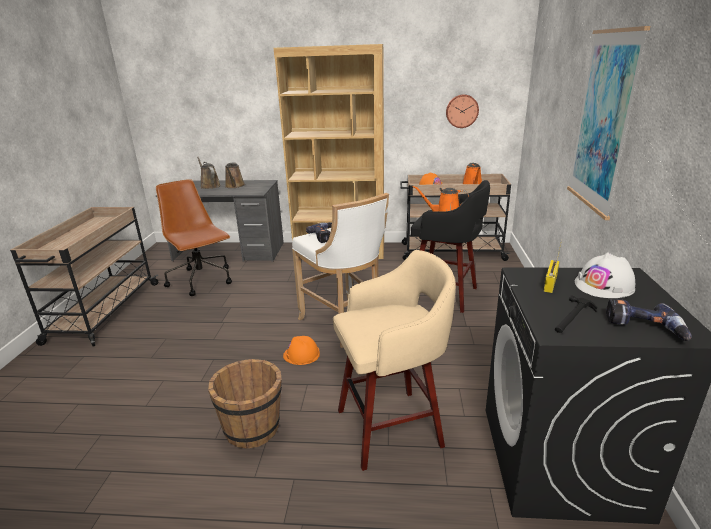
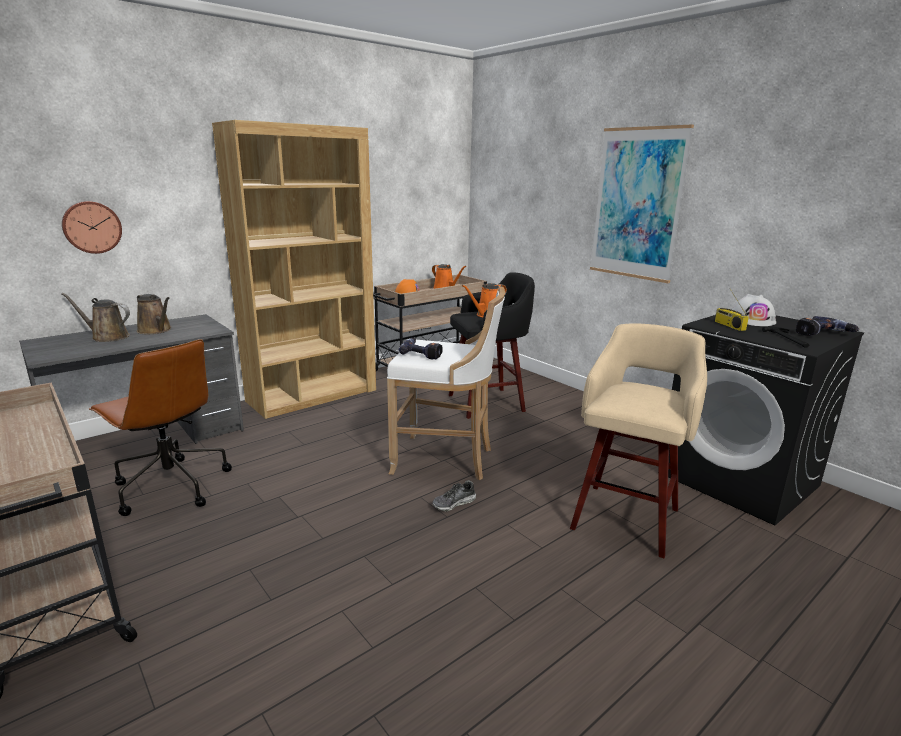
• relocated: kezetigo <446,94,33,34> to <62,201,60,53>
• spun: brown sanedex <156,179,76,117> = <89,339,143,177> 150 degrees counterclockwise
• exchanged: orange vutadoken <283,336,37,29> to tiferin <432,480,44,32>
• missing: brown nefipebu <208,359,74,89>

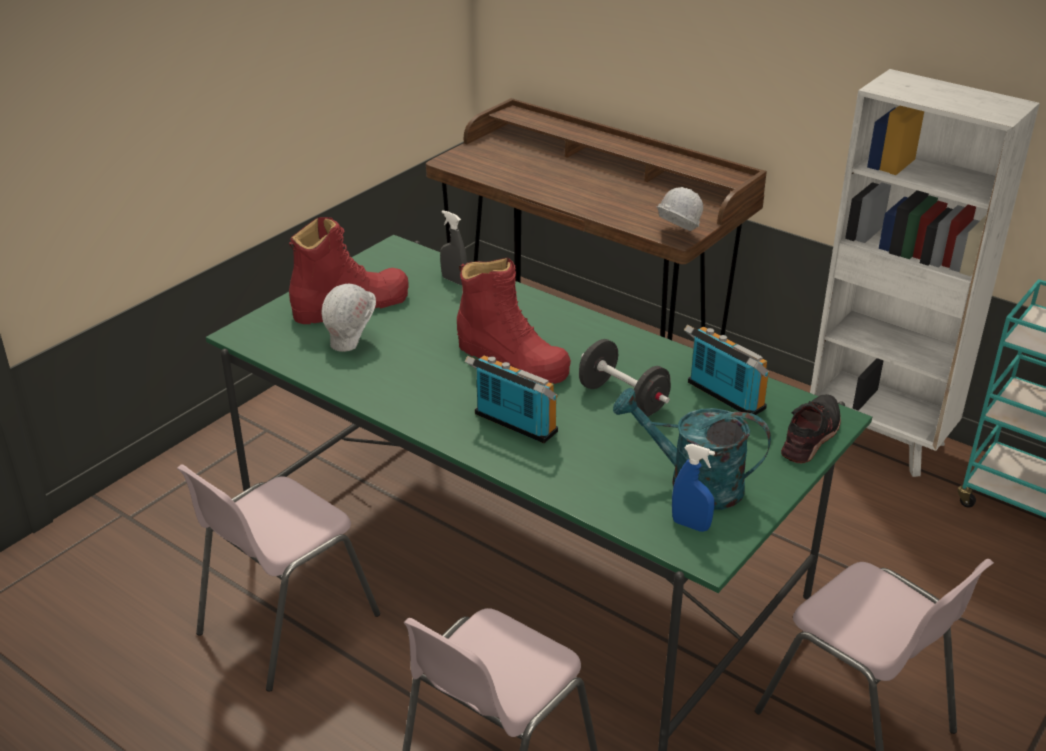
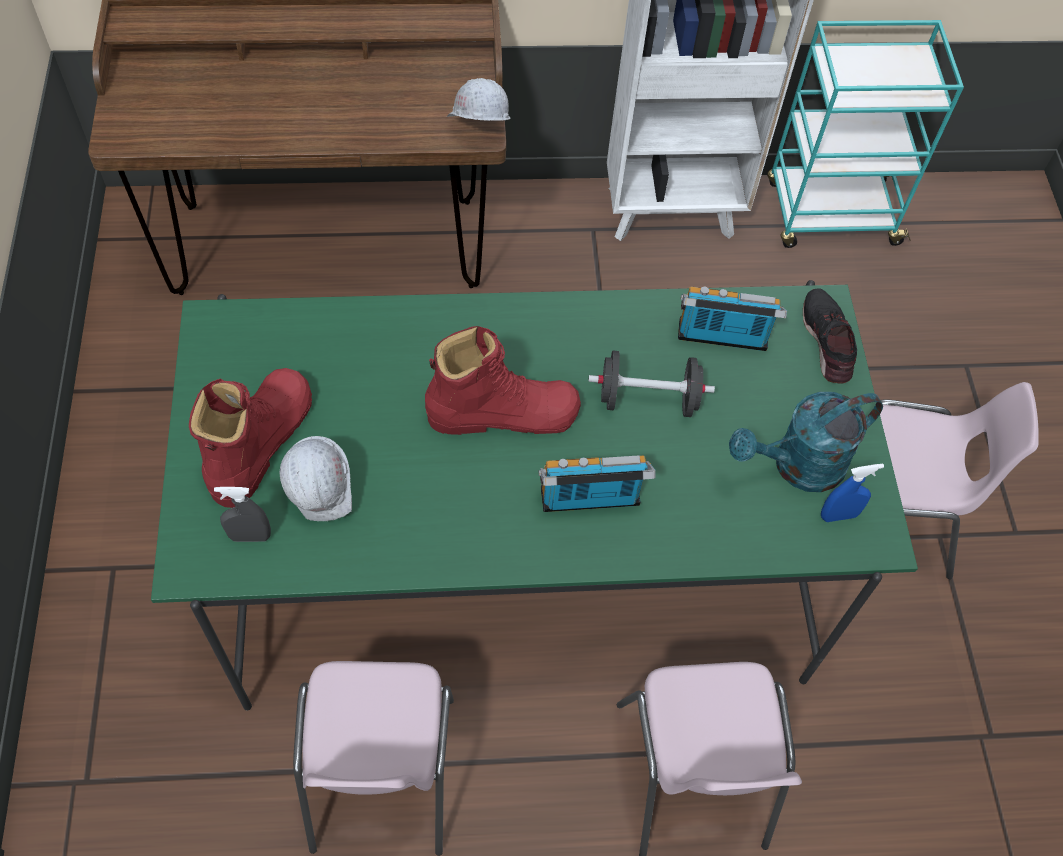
• relocated: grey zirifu <440,210,27,75> to <214,487,57,55>

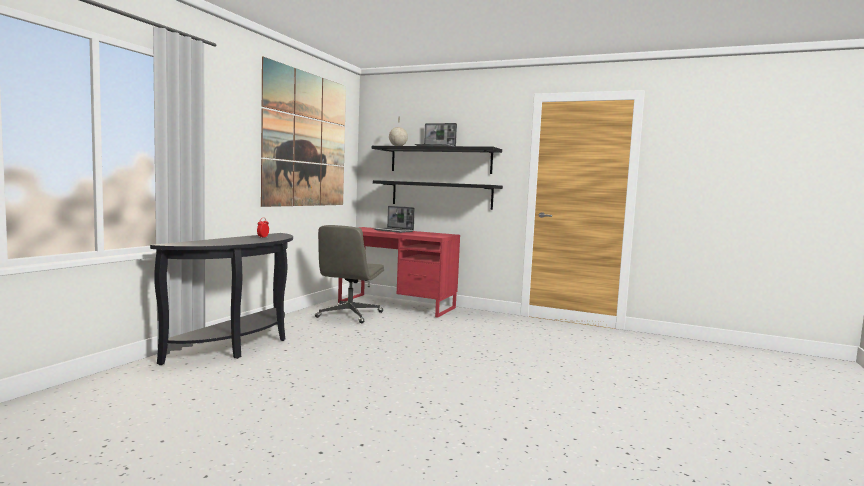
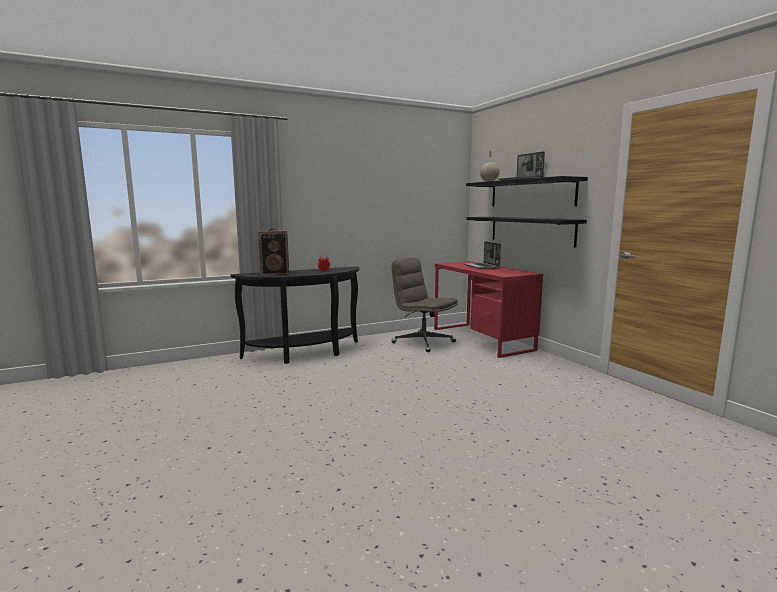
• appeared: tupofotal <258,228,31,48>
• spun: grey sanedex <315,225,69,98> = <391,258,67,94> 75 degrees clockwise
• missing: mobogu <261,57,85,150>

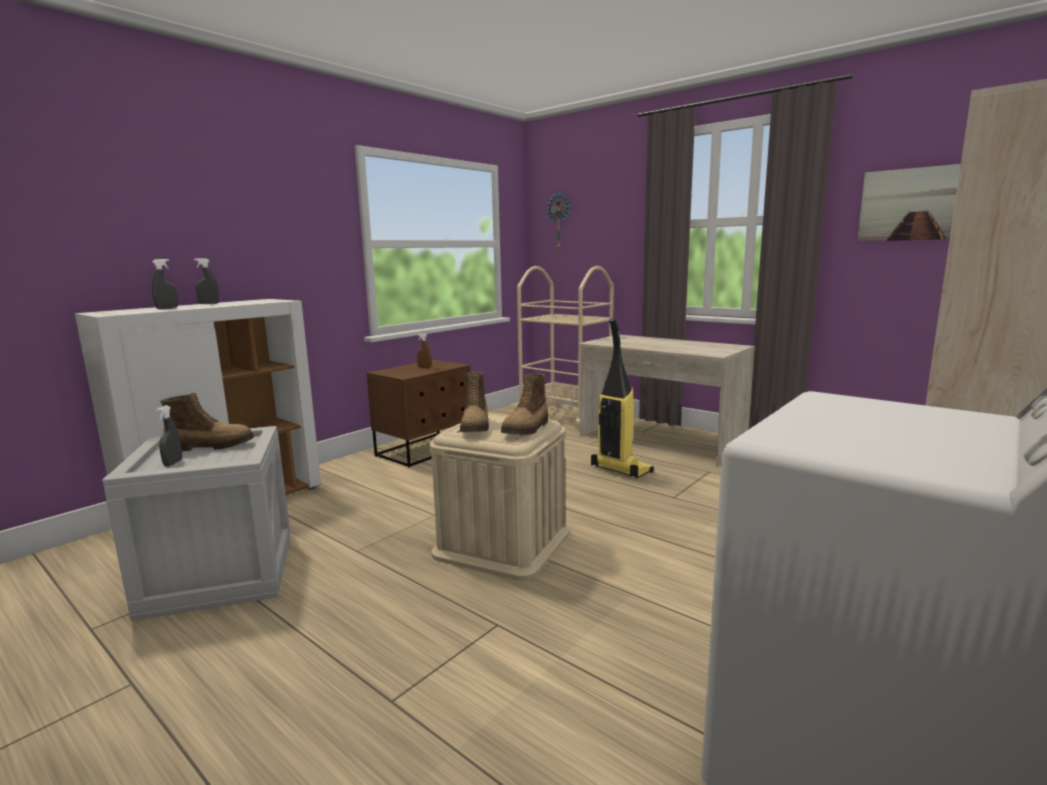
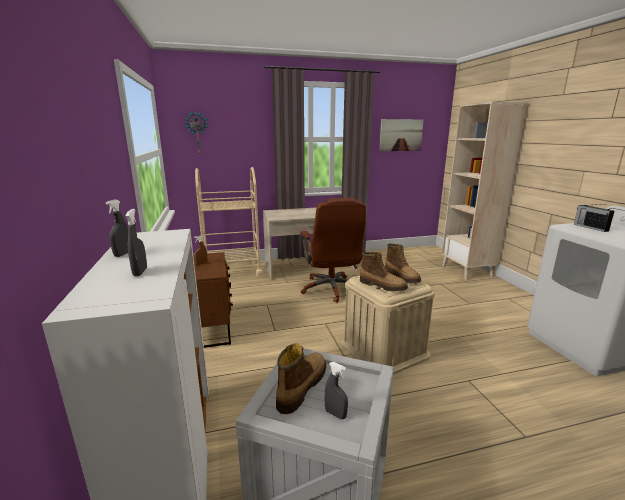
• exchanged: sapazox <591,318,63,160> to brown sanedex <300,198,66,105>
• appeared: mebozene <574,204,40,28>

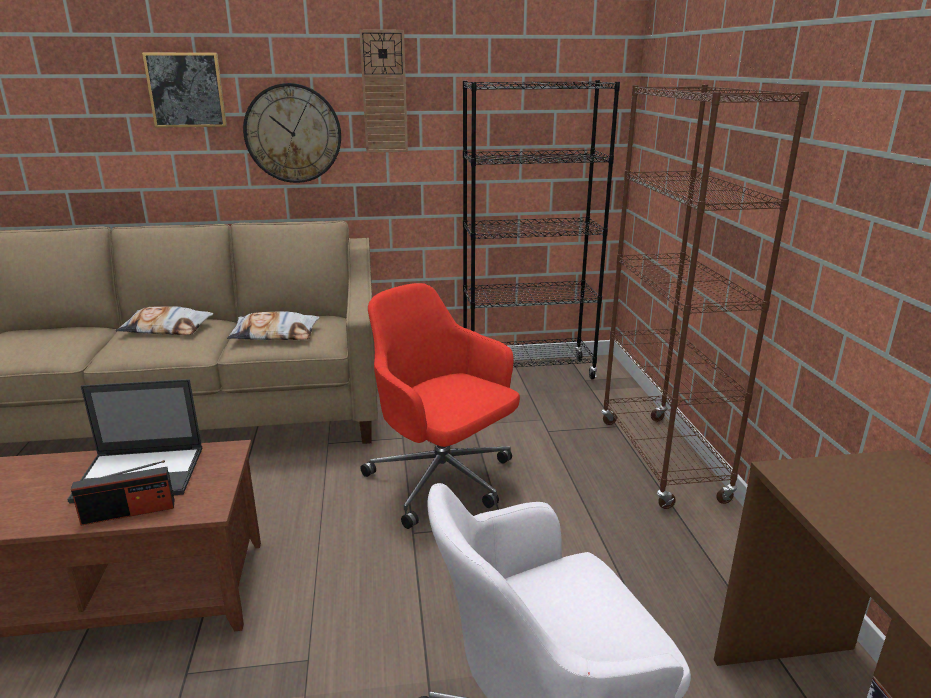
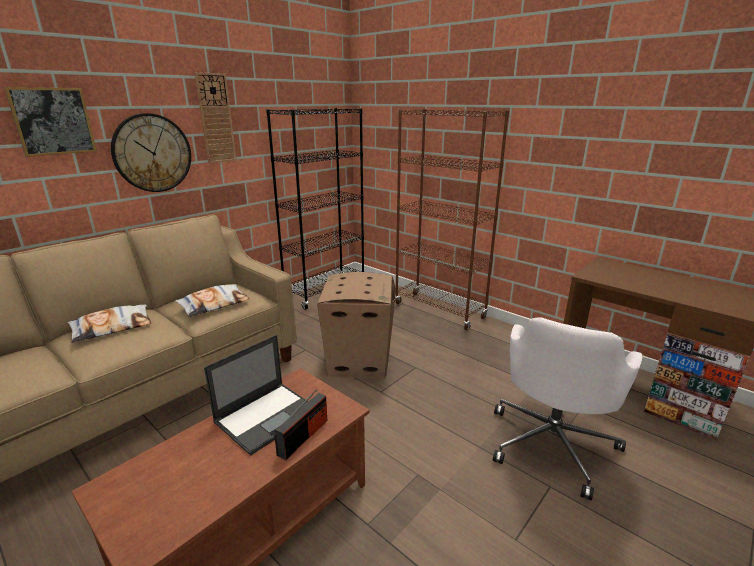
• exchanged: red sanedex <361,283,159,246> to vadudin <317,272,79,106>

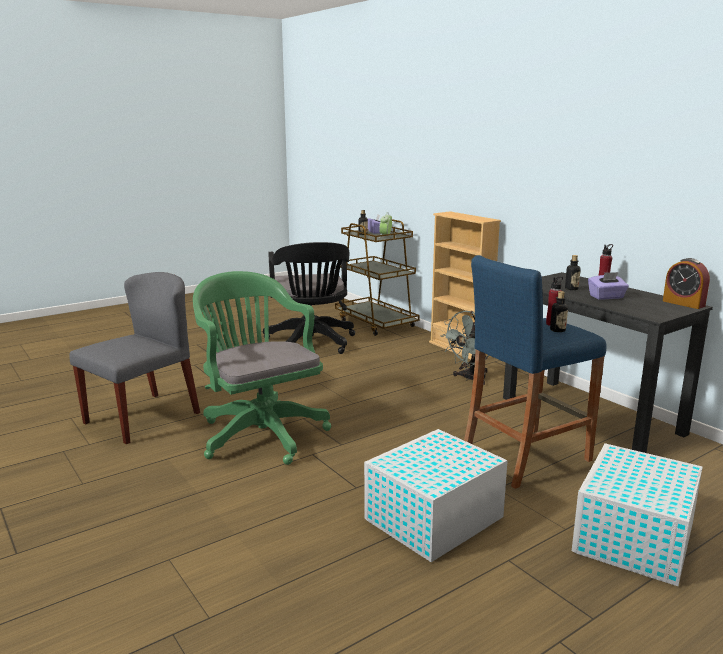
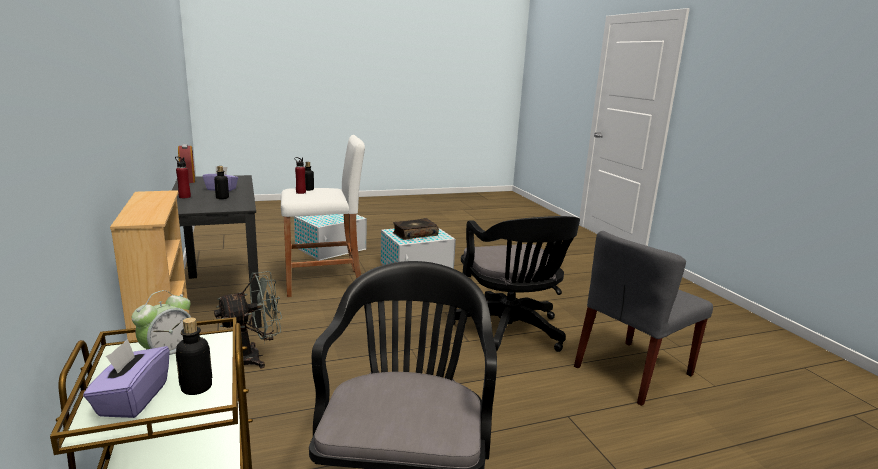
• colour: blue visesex <464,255,143,234> to white visesex <281,135,84,162>
• appeared: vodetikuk <393,218,46,22>
• colour: green sanedex <193,271,138,194> to black sanedex <453,216,127,136>

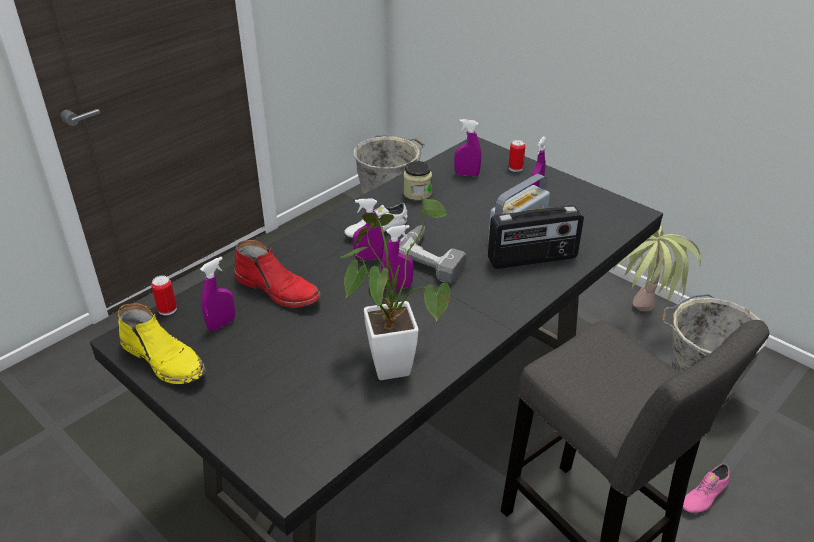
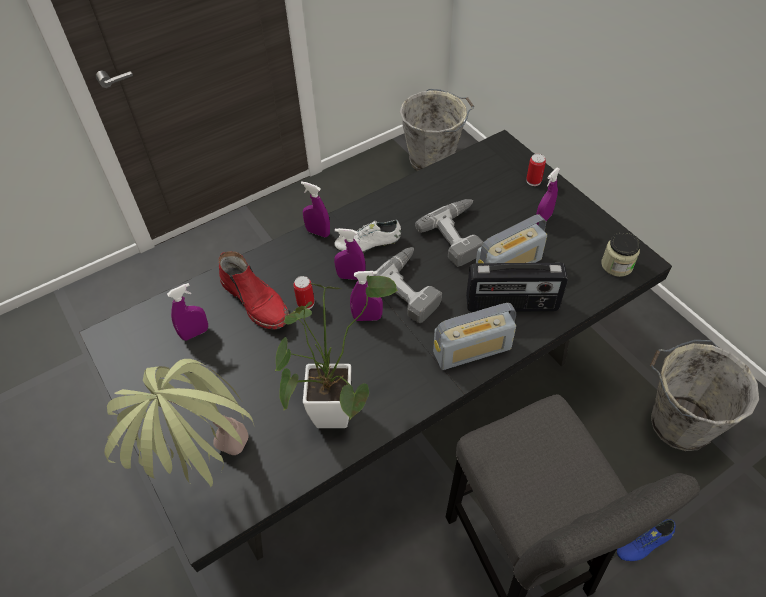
• relocated: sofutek <613,226,88,85> to <104,359,151,128>
• relocated: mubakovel <151,276,26,39> to <293,276,21,33>
• relocated: purple zirifu <454,119,27,57> to <301,181,29,56>
• appeared: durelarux <415,199,69,68>
• appeared: mebozene <433,303,83,67>
• relocated: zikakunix <403,161,29,40> to <601,232,39,45>
• colour: pink tiferin <682,463,48,51> to blue tiferin <617,519,59,42>
• missing: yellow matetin <118,303,88,81>

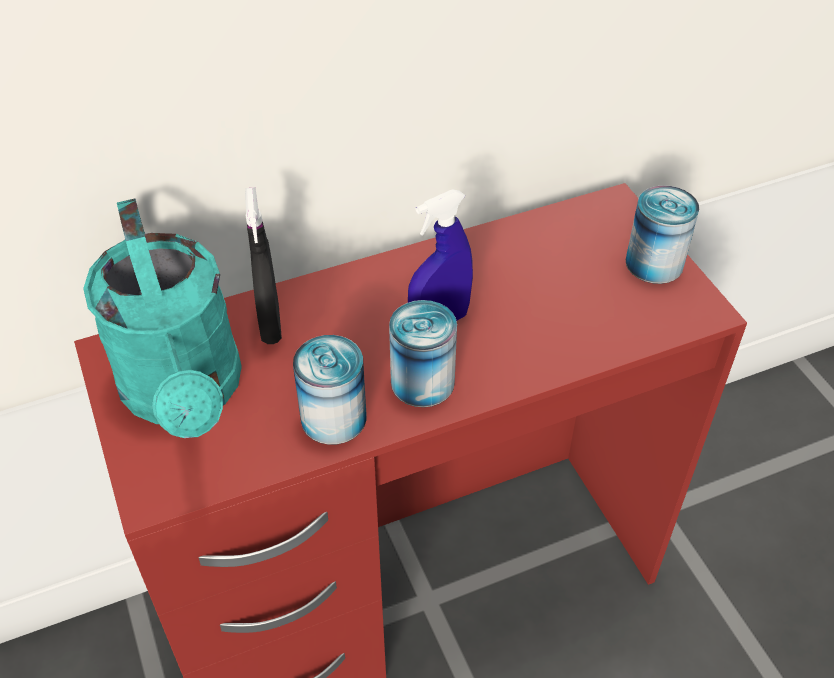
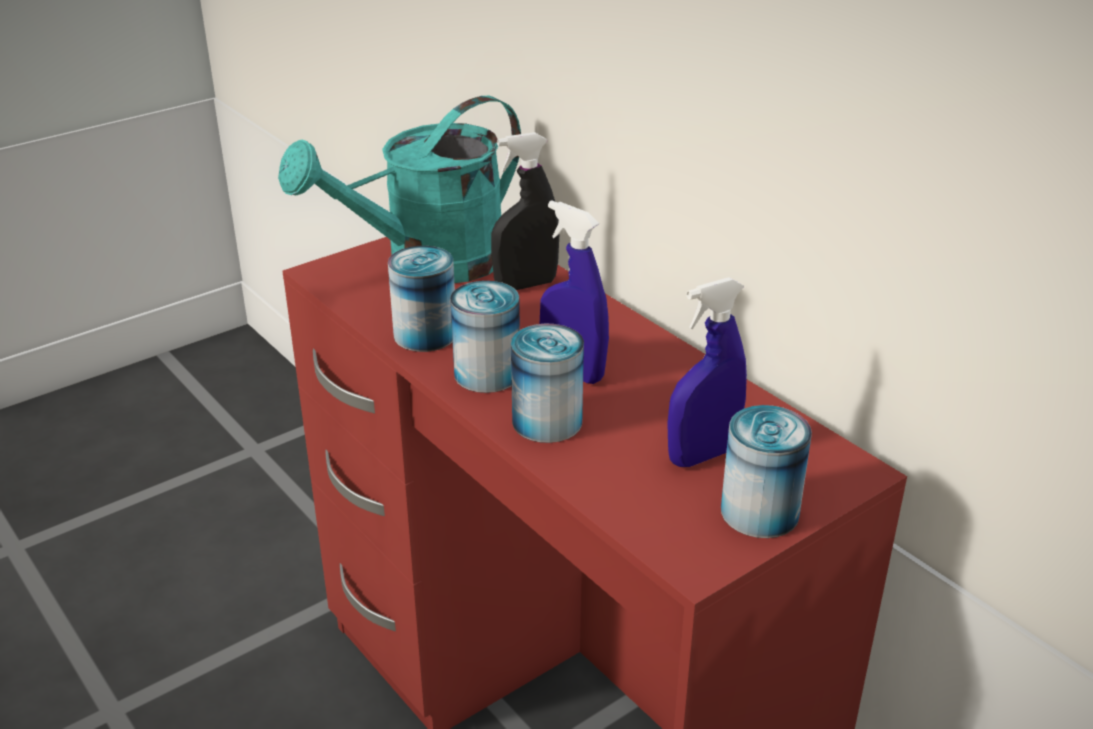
• appeared: mubakovel <511,324,73,119>
• appeared: blue zirifu <667,277,80,190>

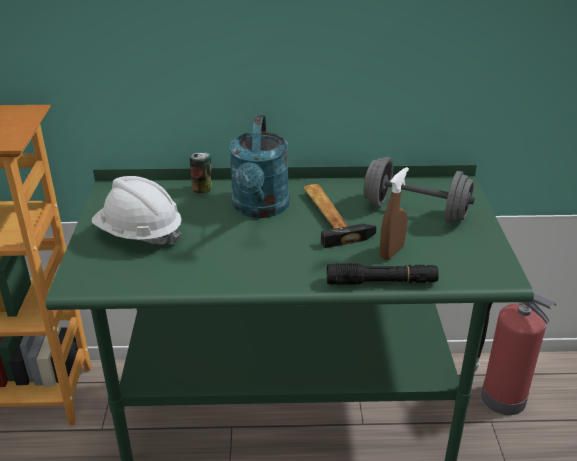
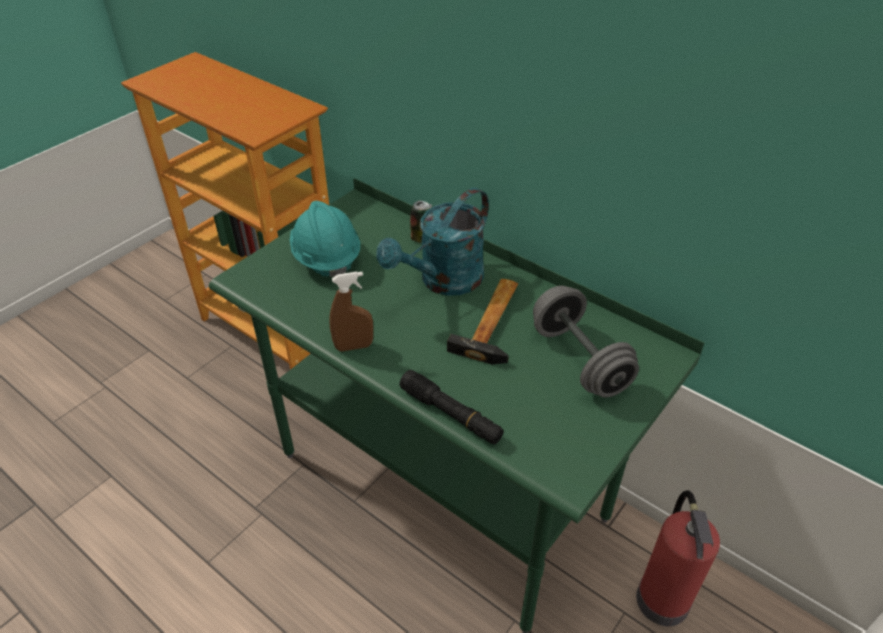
• colour: white vutadoken <92,176,90,69> to turquoise vutadoken <290,201,70,76>
• relocated: brown zirifu <379,167,30,93> to <329,272,44,80>

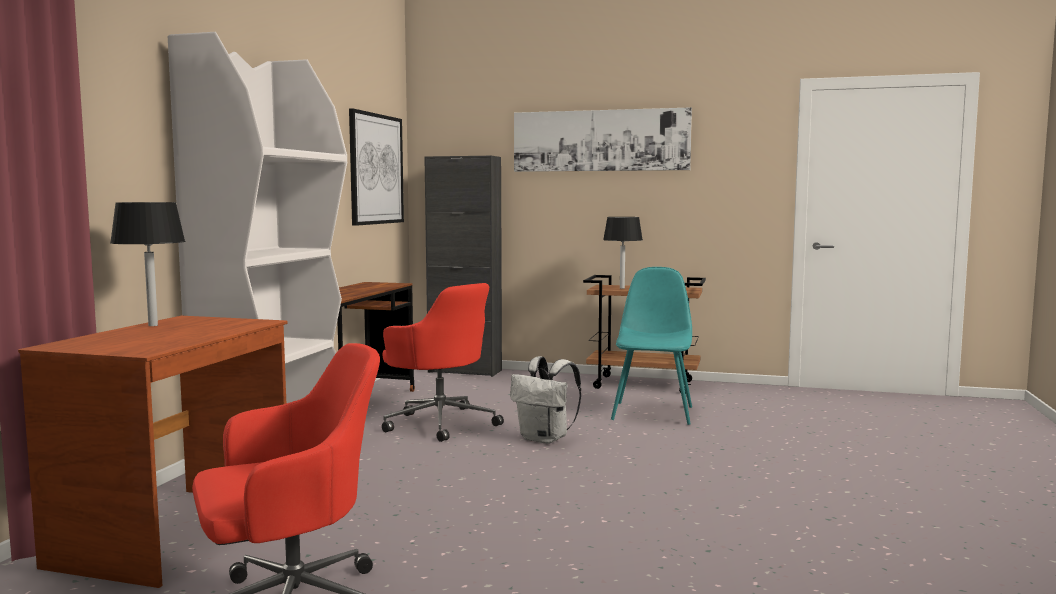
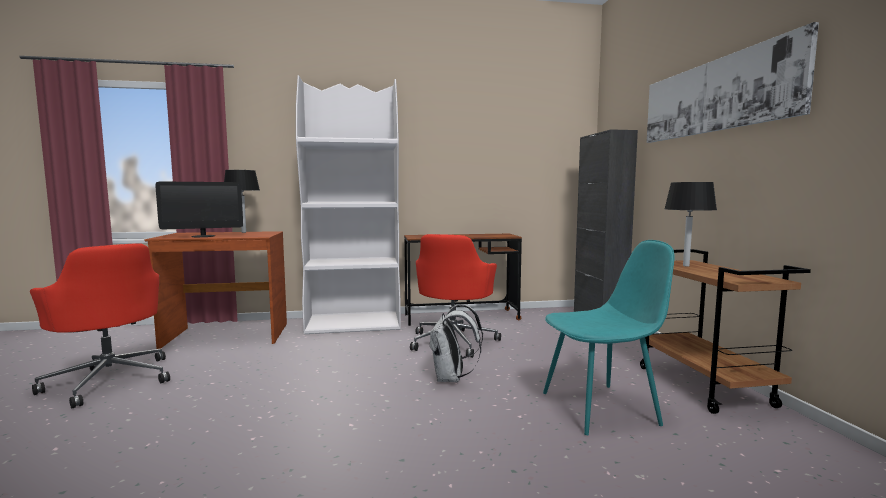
• appeared: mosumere <155,181,88,56>
• missing: mobogu <349,108,55,118>

